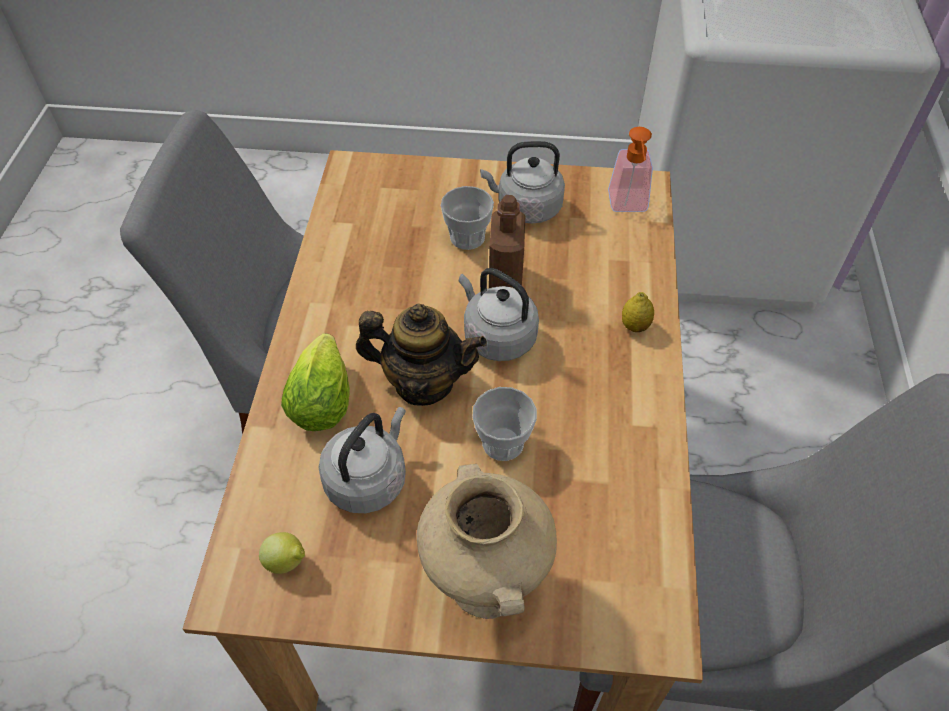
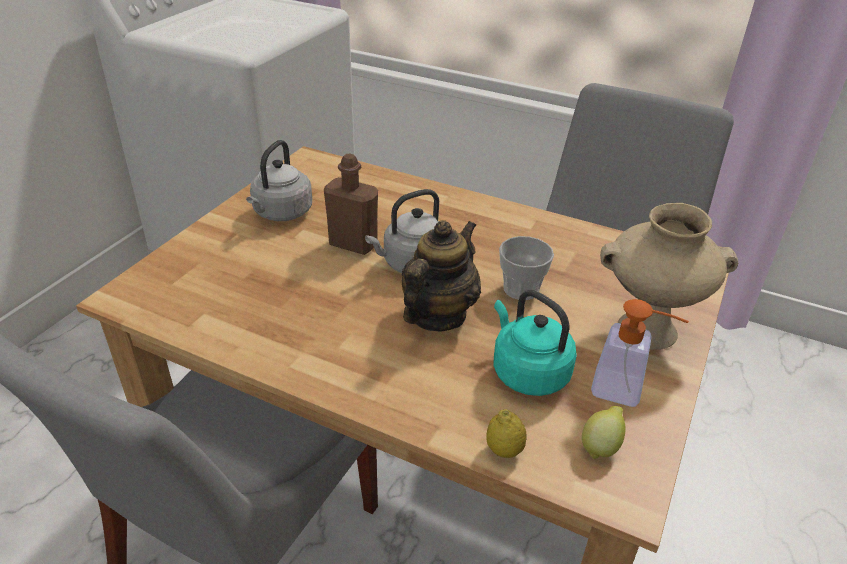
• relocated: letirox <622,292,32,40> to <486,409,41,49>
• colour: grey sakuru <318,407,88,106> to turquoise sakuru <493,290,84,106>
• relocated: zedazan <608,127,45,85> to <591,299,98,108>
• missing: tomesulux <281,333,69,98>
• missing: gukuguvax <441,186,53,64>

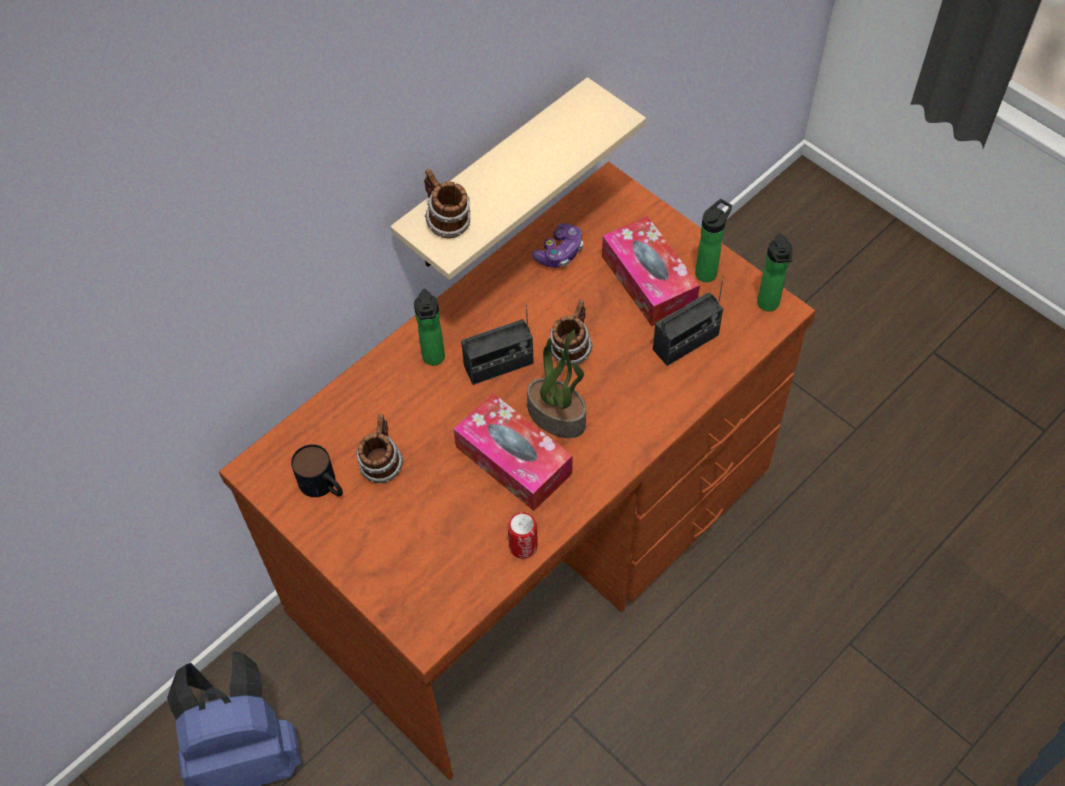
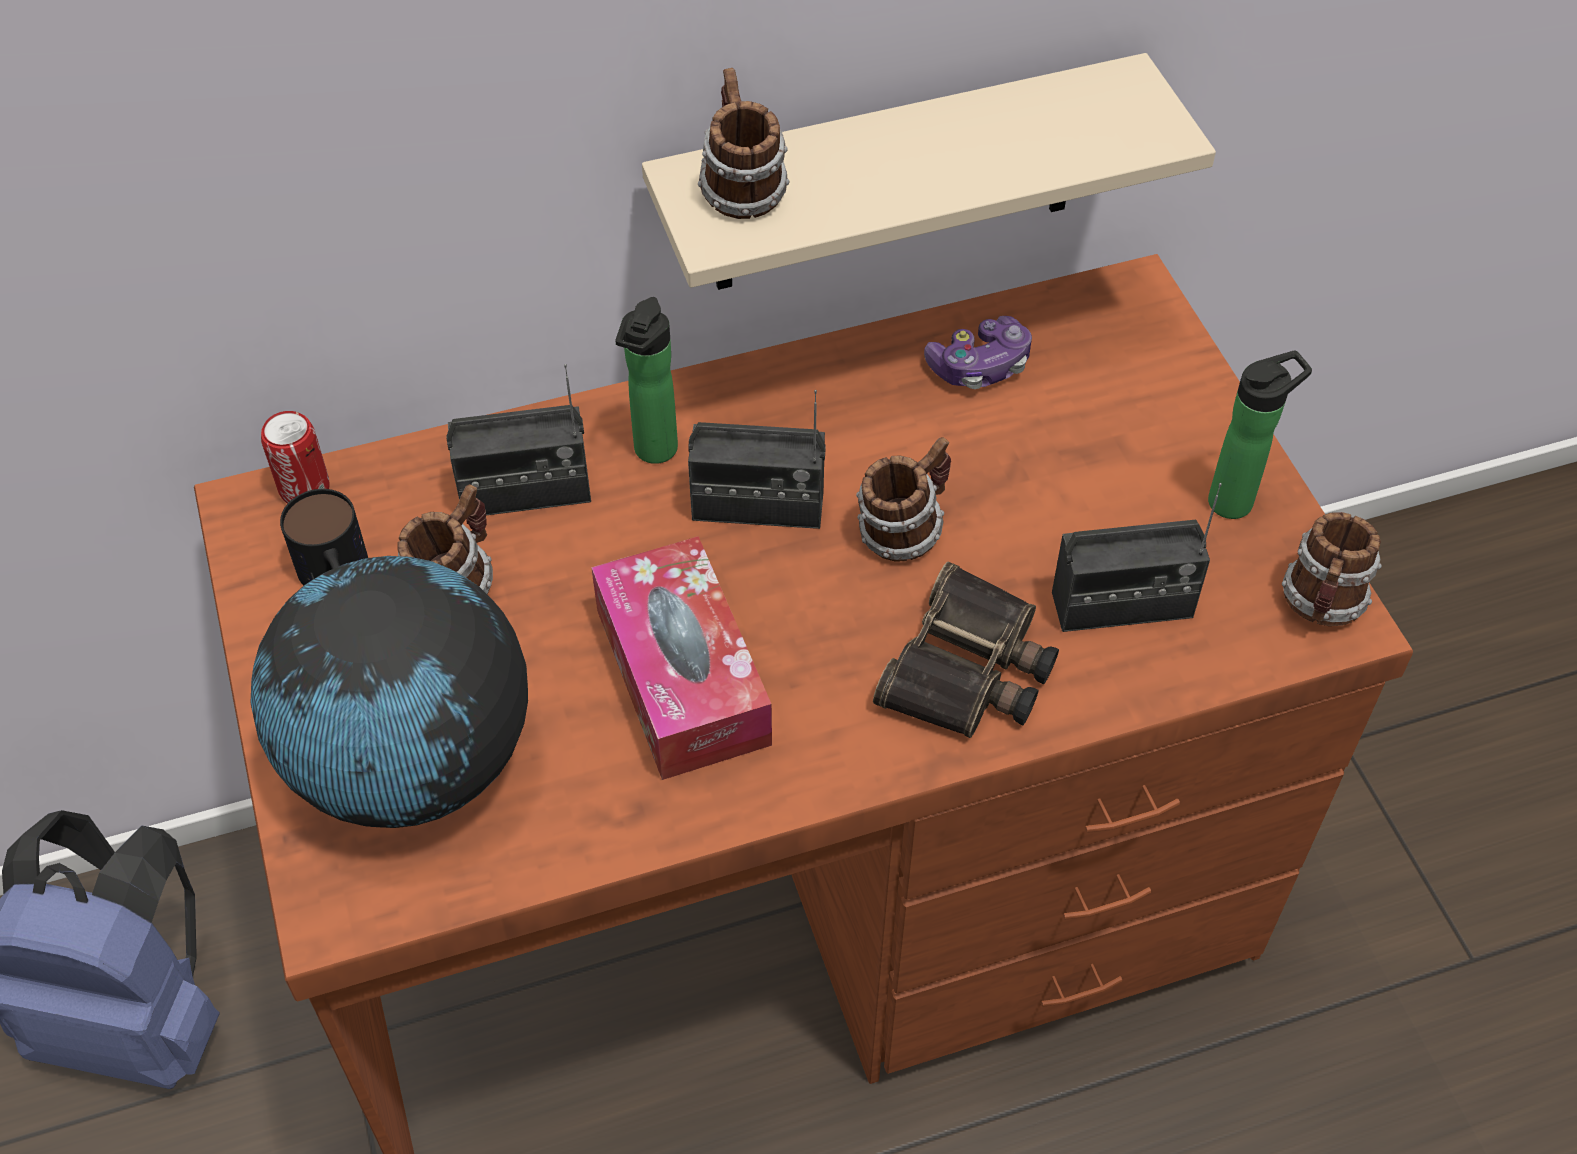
• appeared: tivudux <251,556,277,272>
• relocated: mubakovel <508,512,30,47> to <261,411,69,92>
• appeared: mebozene <447,364,144,151>
• appeared: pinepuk <873,562,186,176>
• exchanged: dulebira <757,233,36,78> to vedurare <1282,512,100,114>
• missing: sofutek <527,330,59,108>
• missing: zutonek <602,216,98,110>

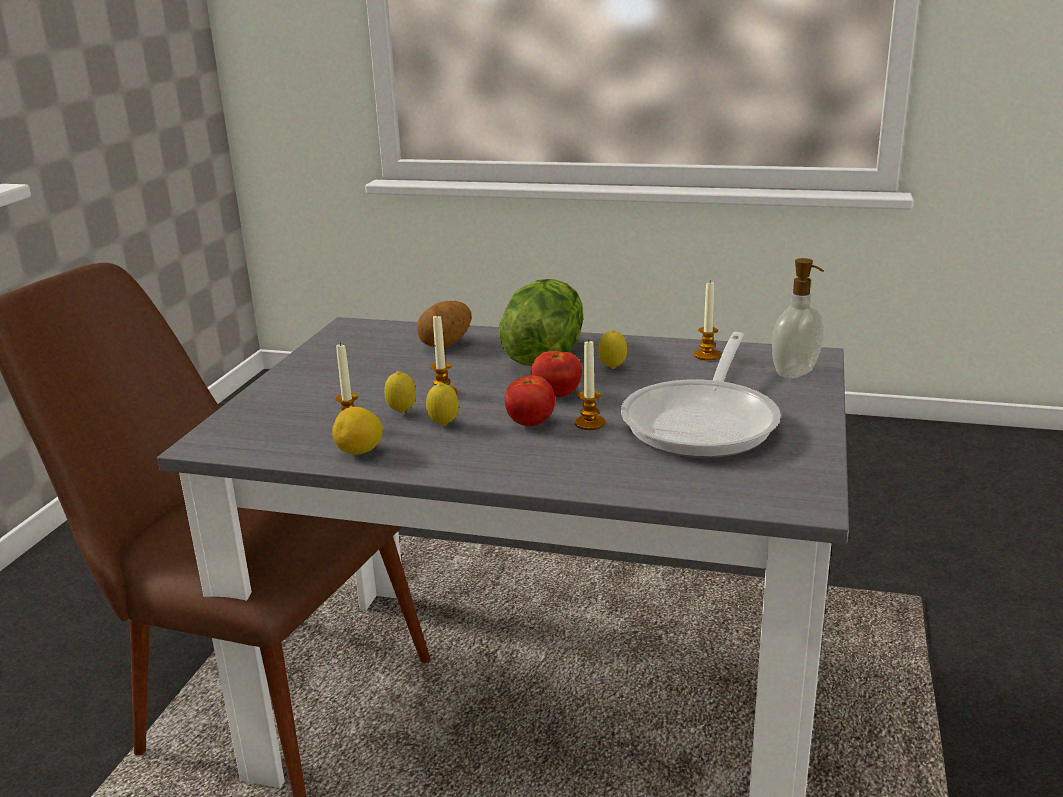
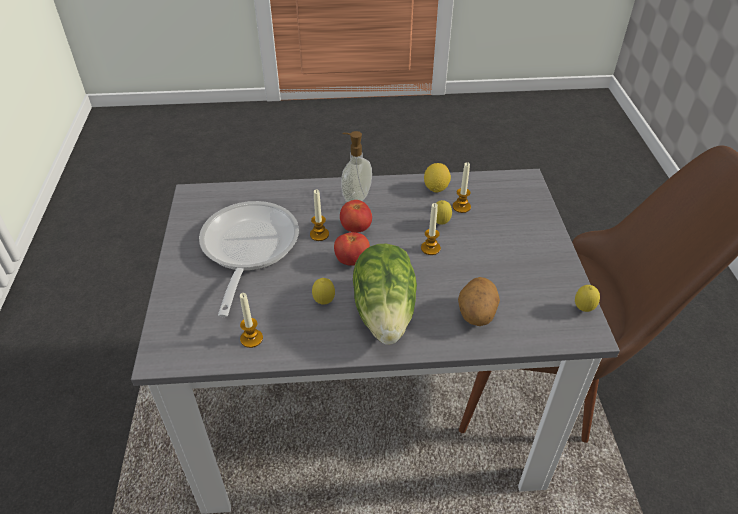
• relocated: zedazan <772,258,52,120> to <341,131,31,71>
• relocated: letirox <426,383,33,43> to <575,285,25,27>

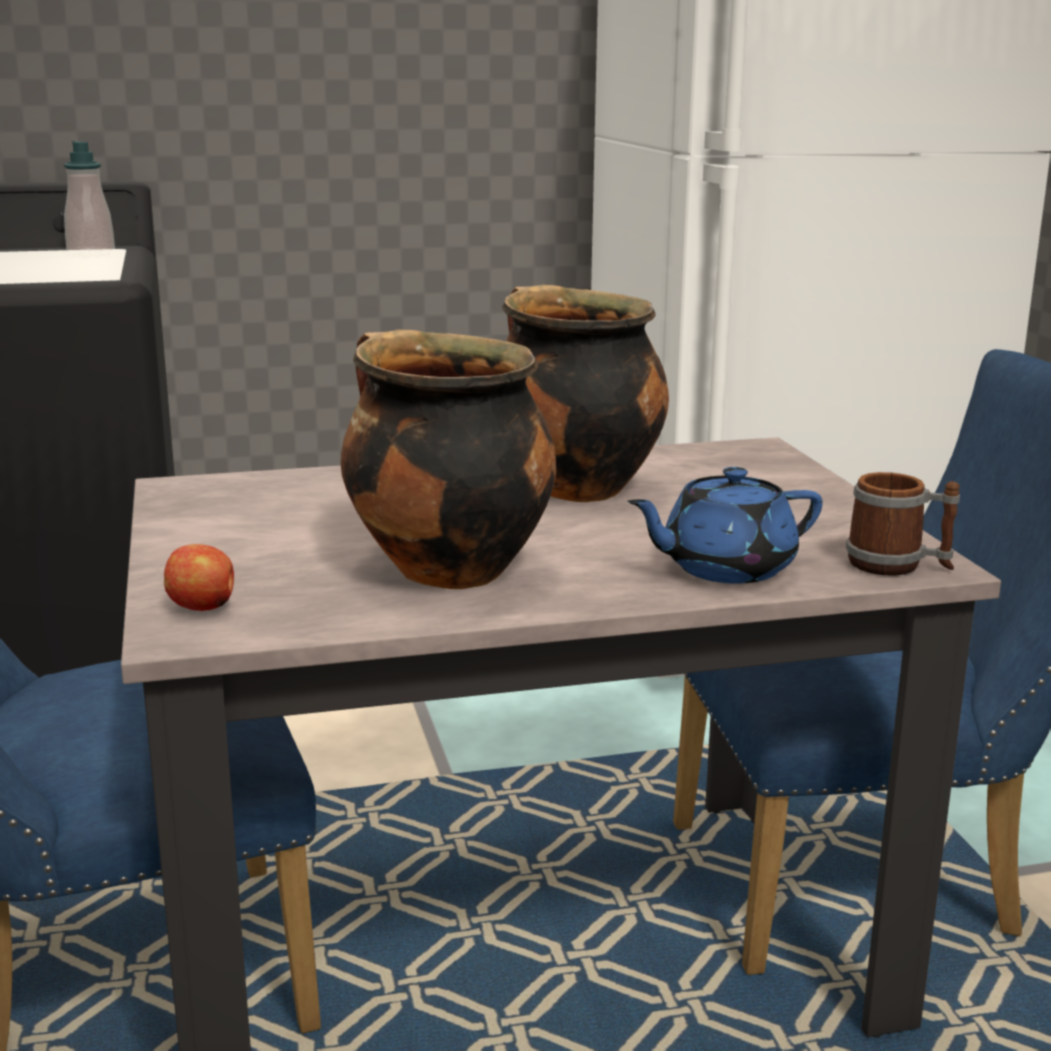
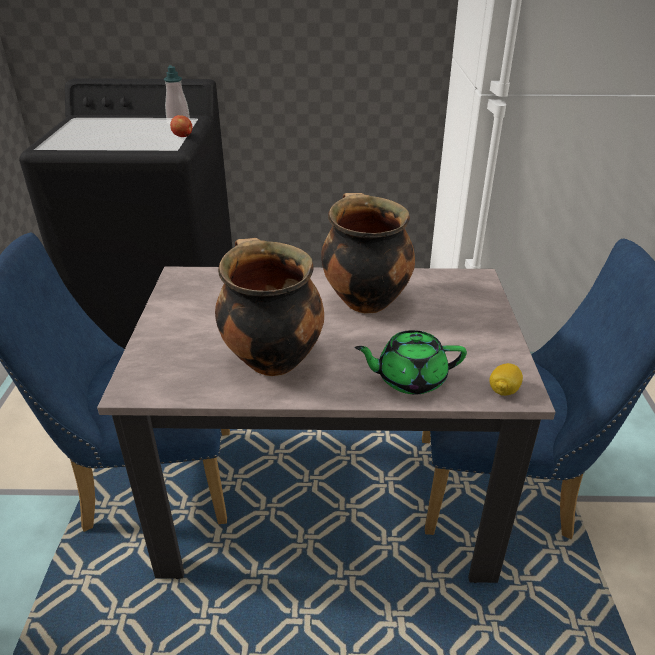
• relocated: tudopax <164,544,70,67> to <170,115,22,22>
• colour: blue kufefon <627,467,196,116> to green kufefon <355,330,112,65>
• exchanged: vedurare <846,472,114,104> to letirox <489,363,34,33>

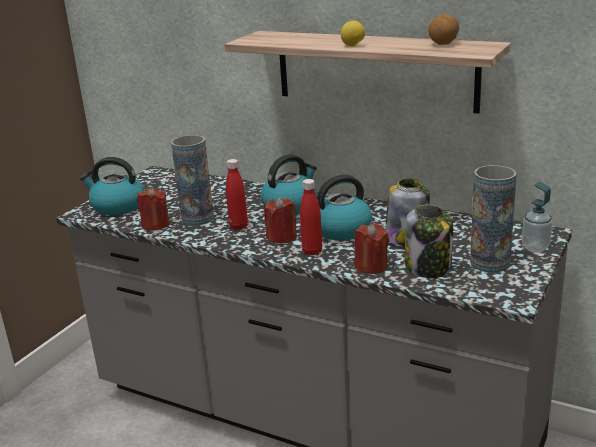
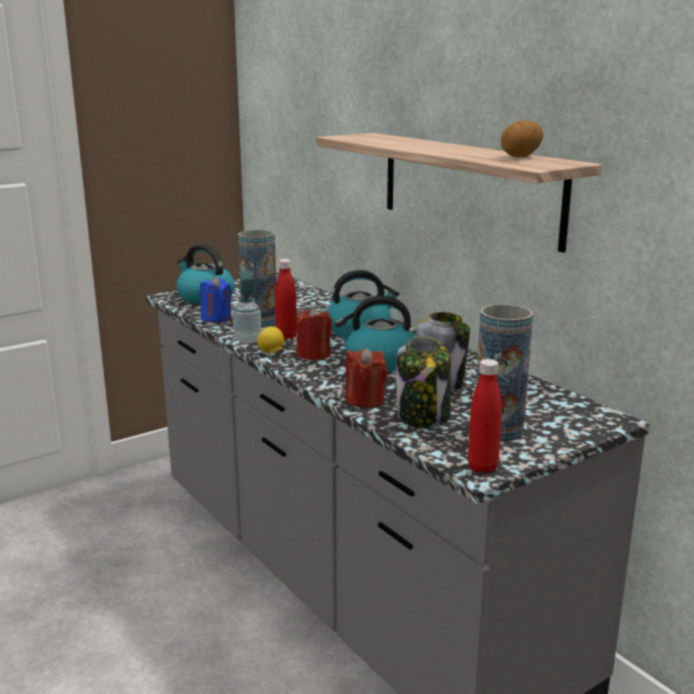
• colour: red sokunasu <137,187,33,43> to blue sokunasu <200,276,32,47>
• relocated: zedazan <522,182,31,70> to <233,271,28,72>
• relocated: letirox <341,21,24,25> to <257,327,27,26>
• relocated: red dulebira <300,179,22,76> to <468,359,34,114>

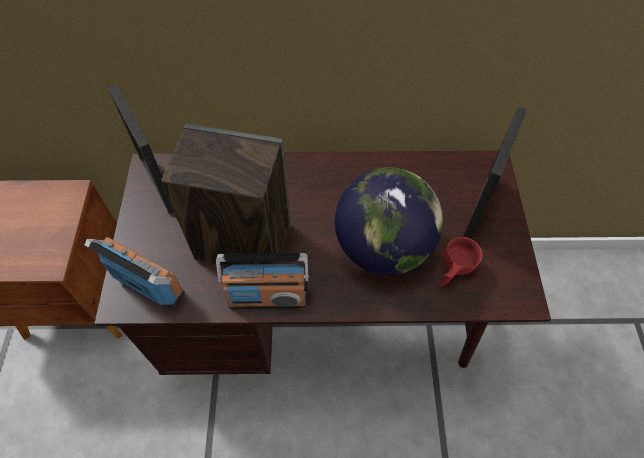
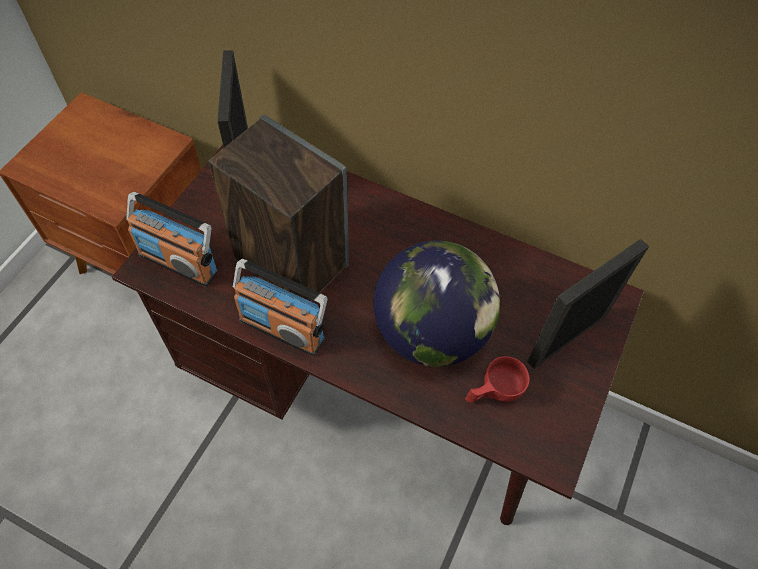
• spun: mebozene <84,237,101,70> = <126,192,92,95> 150 degrees clockwise

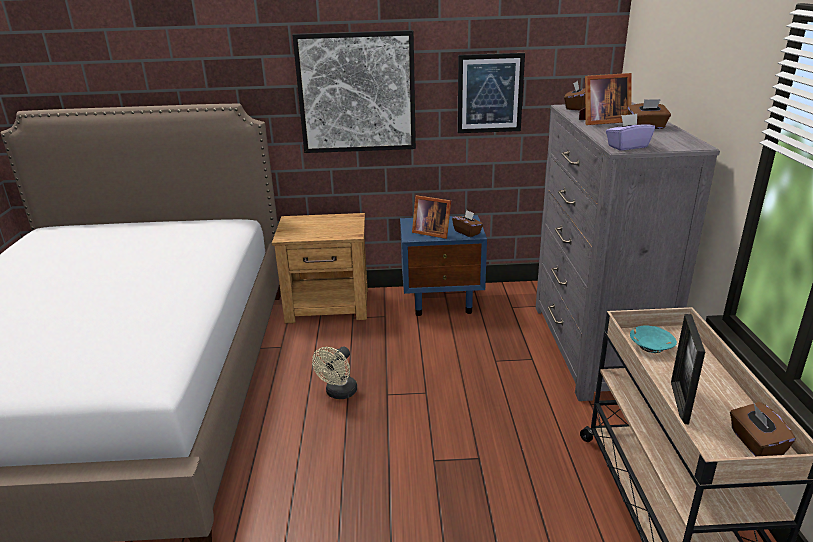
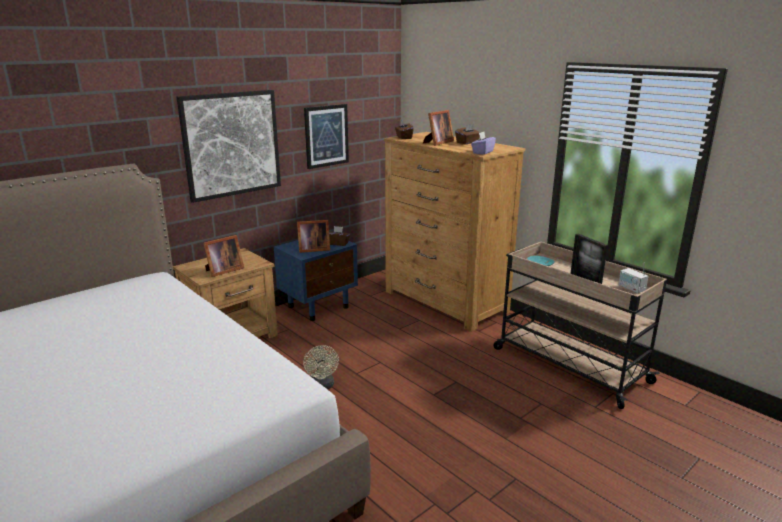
• appeared: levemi <204,235,40,42>
• colour: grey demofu <536,102,184,299> to brown demofu <384,132,141,200>
• exchanged: brown zutonek <730,402,66,54> to mebozene <618,263,30,30>

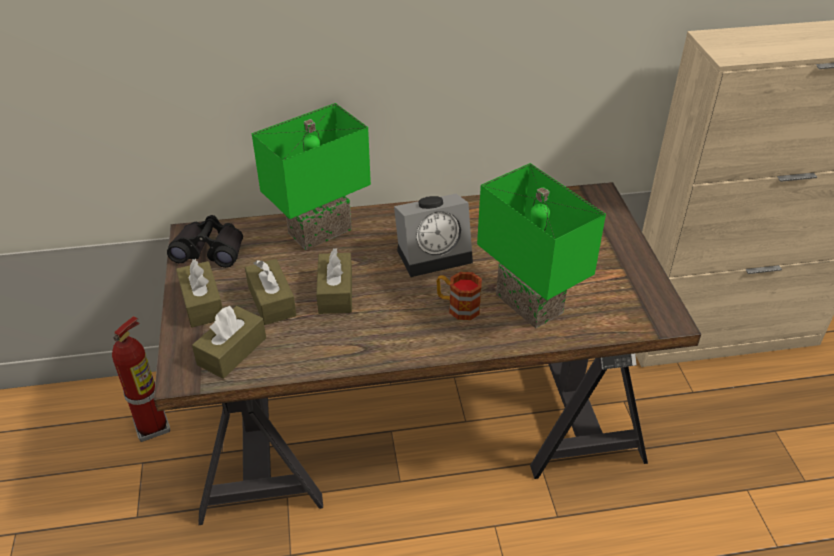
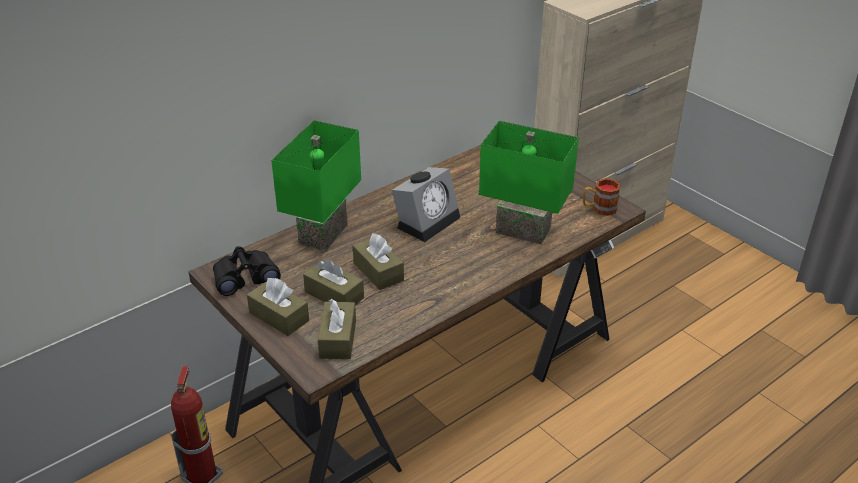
• relocated: vedurare <437,272,45,48> to <583,178,38,38>

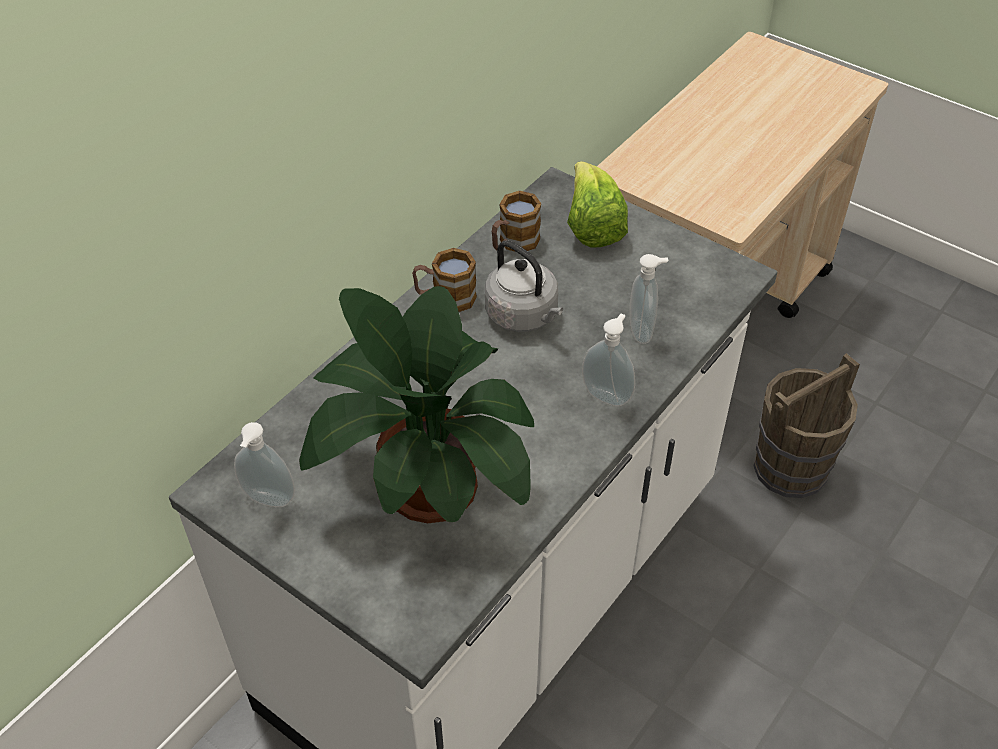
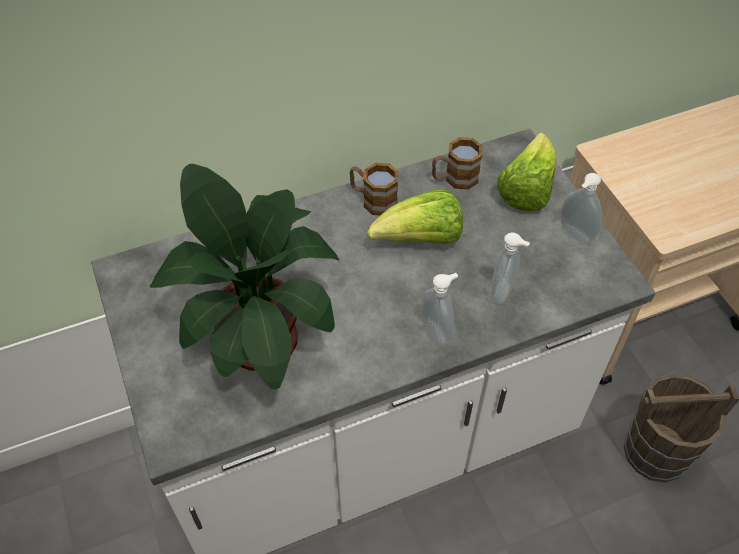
• exchanged: grey sakuru <485,240,78,92> to tomesulux <367,189,96,55>
• relocated: zedazan <234,422,61,85> to <560,173,42,70>

